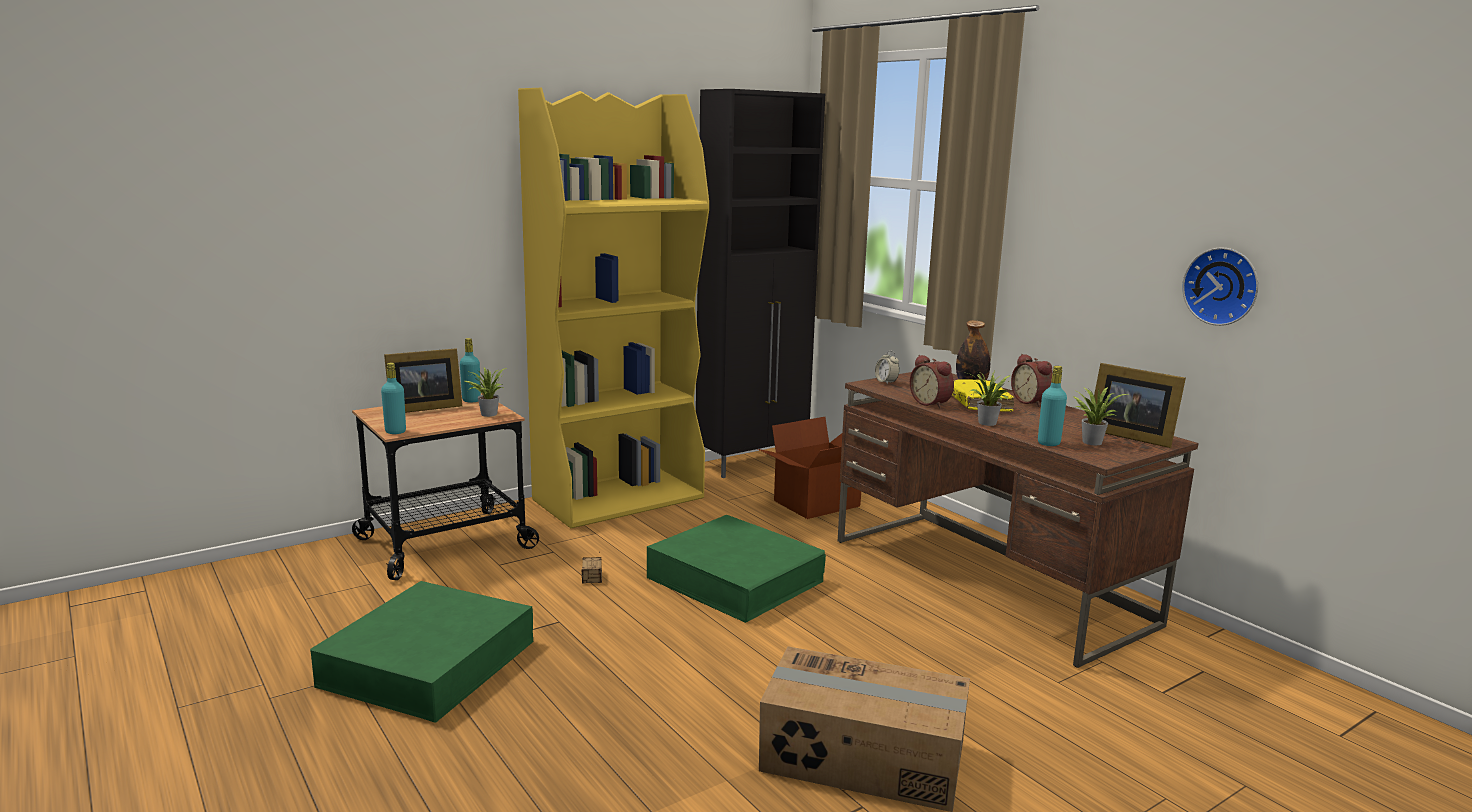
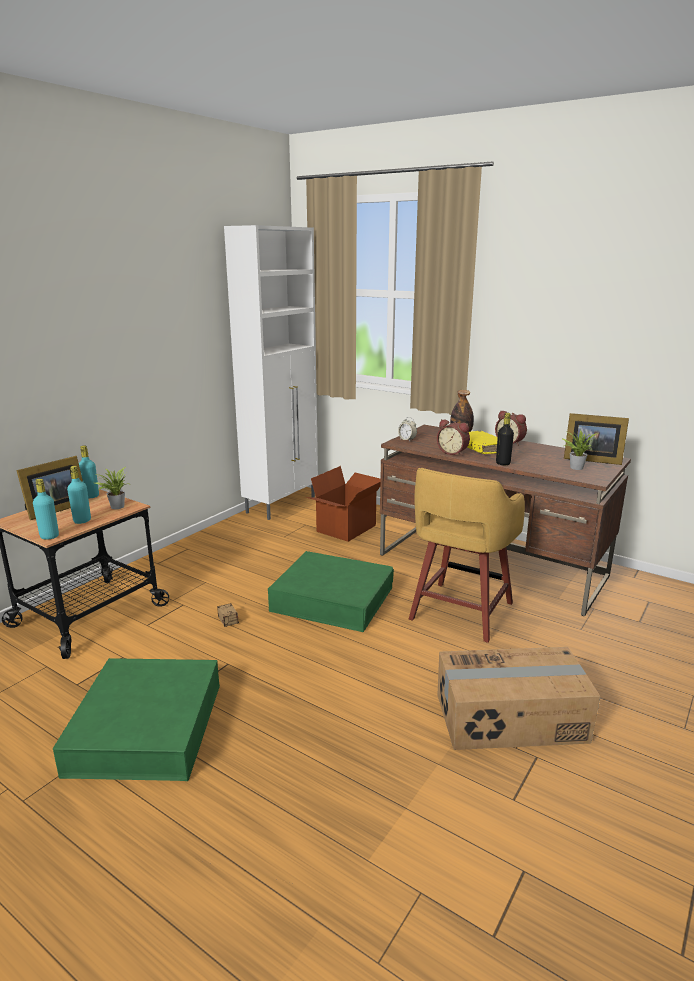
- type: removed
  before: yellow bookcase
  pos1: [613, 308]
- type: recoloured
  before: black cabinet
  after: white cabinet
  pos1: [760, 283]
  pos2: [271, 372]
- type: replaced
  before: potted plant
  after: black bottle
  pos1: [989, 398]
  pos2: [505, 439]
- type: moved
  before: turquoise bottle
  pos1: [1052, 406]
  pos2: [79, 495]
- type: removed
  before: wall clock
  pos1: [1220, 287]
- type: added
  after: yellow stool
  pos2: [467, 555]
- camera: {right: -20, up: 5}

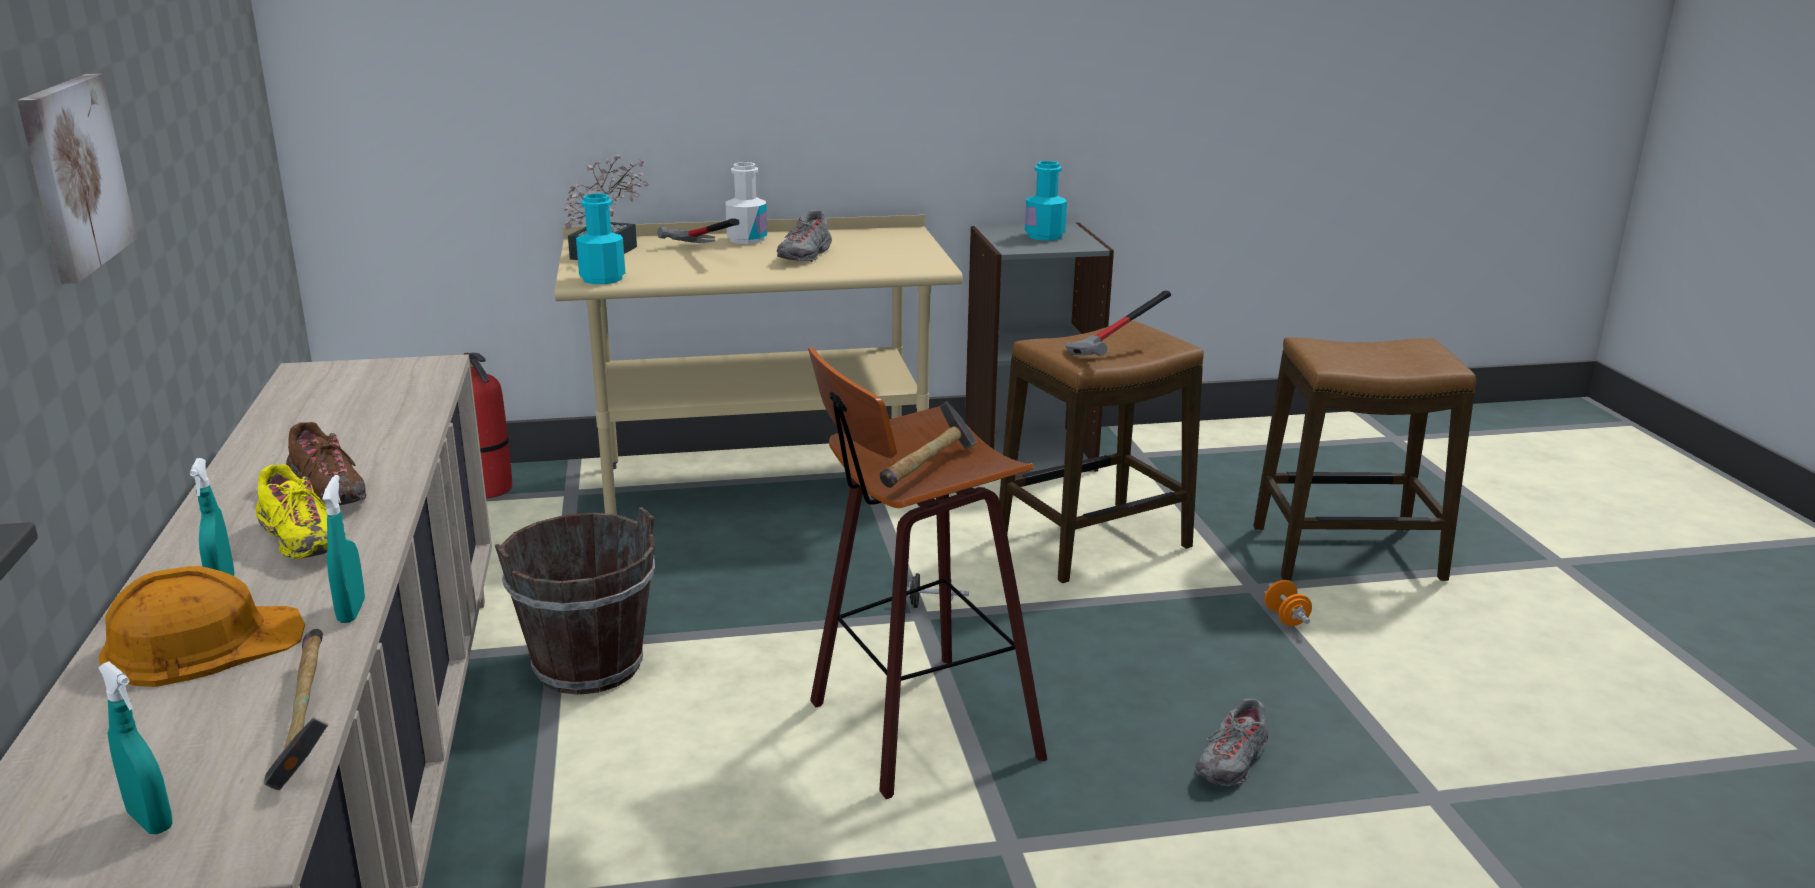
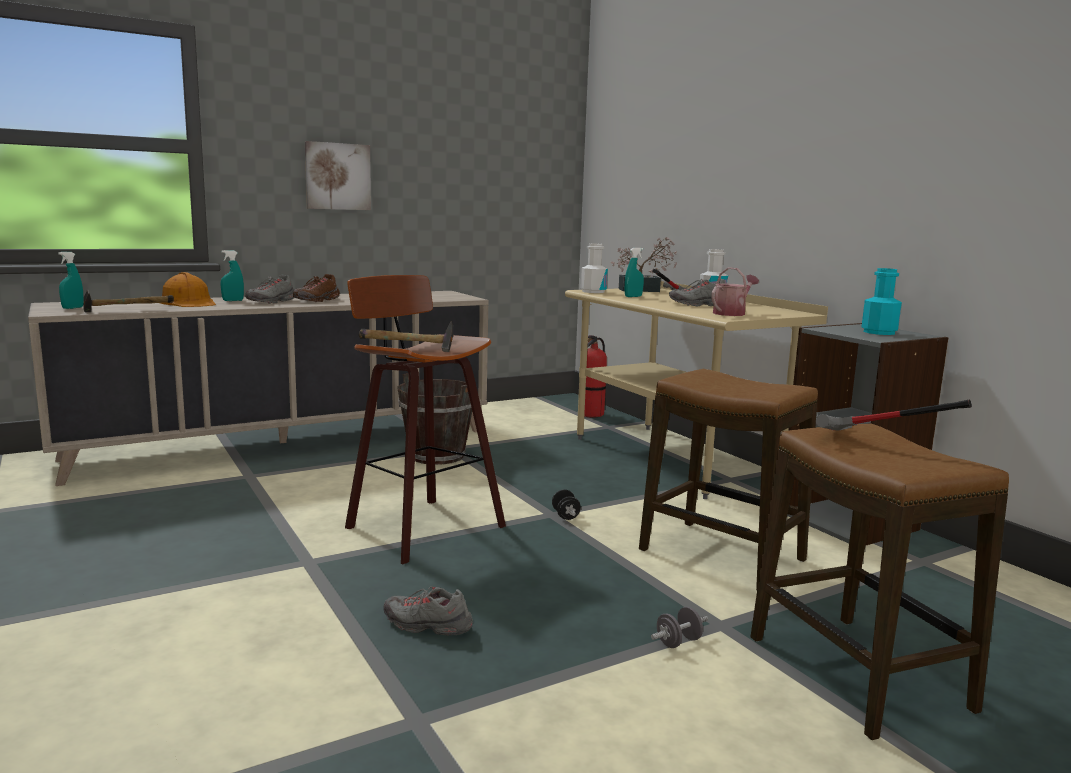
- type: recoloured
  before: yellow shoe
  after: grey shoe
  pos1: [292, 511]
  pos2: [269, 289]
- type: moved
  before: turquoise spray bottle
  pos1: [343, 549]
  pos2: [634, 272]
- type: recoloured
  before: turquoise bottle
  after: white bottle
  pos1: [601, 238]
  pos2: [594, 268]
- type: moved
  before: hammer
  pos1: [1118, 323]
  pos2: [894, 415]
- type: recoloured
  before: orange dumbbell
  after: grey dumbbell
  pos1: [1288, 603]
  pos2: [679, 627]
- type: added
  after: watering can
  pos2: [735, 291]
- camera: {right: 70, up: -10}

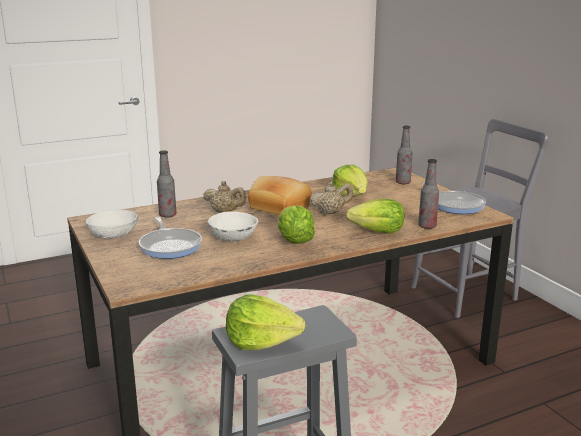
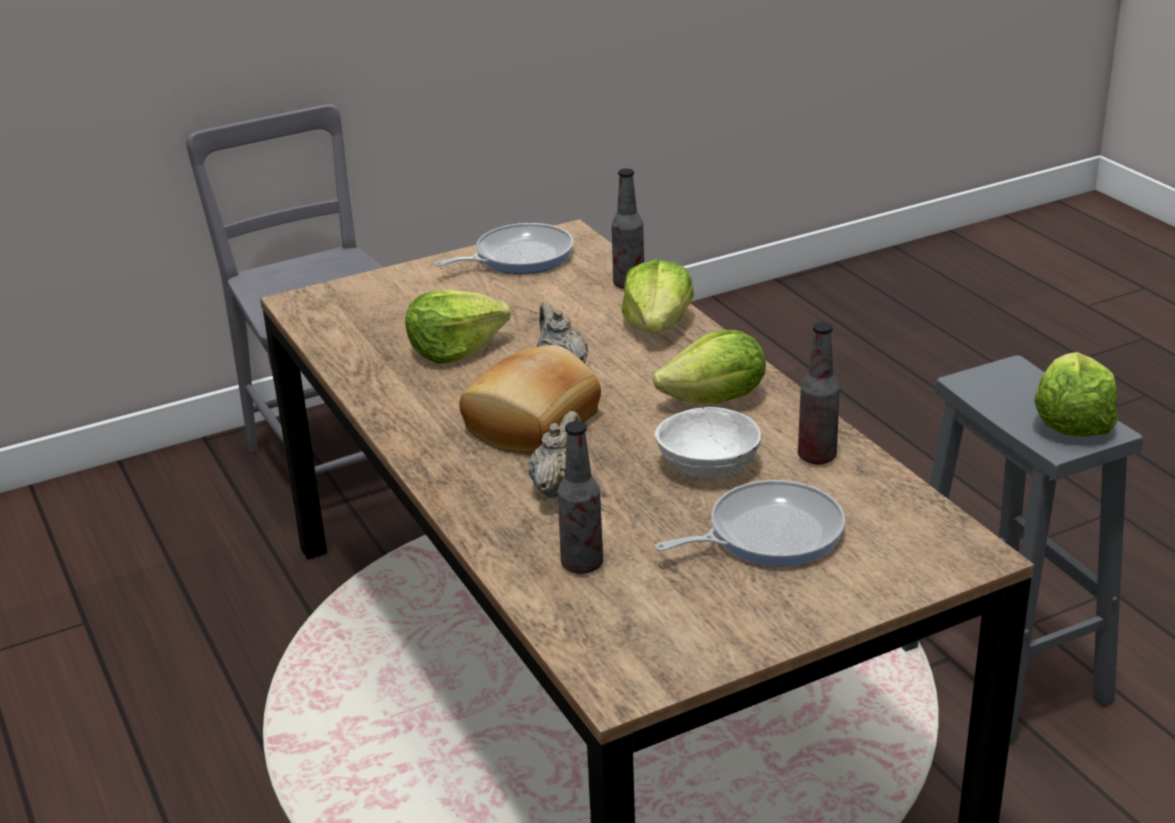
- type: removed
  before: white bowl
  pos1: [112, 224]
- type: moved
  before: bottle
  pos1: [404, 155]
  pos2: [819, 393]
- camera: {right: -90, up: 10}

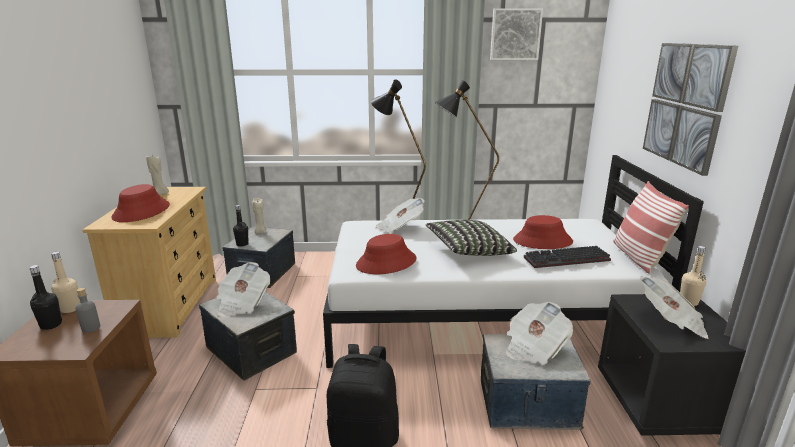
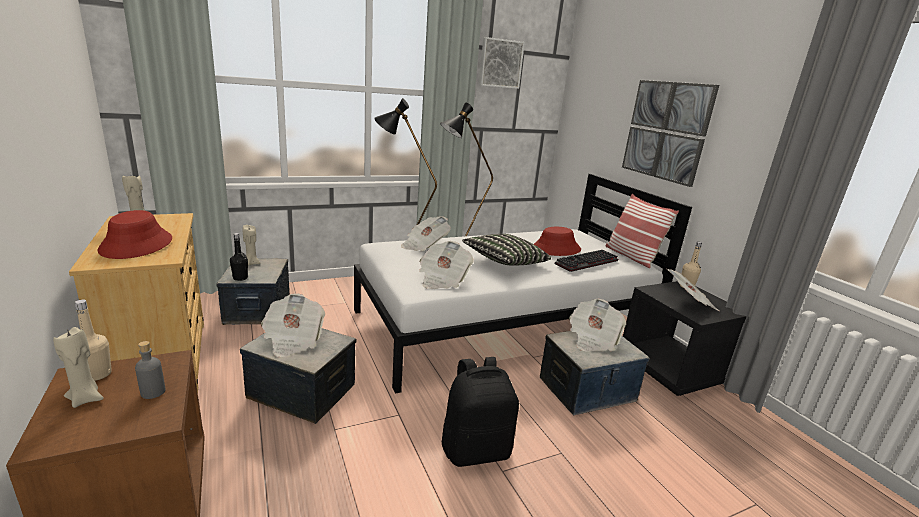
- type: replaced
  before: black bottle
  after: beige candle
  pos1: [45, 297]
  pos2: [78, 367]
- type: replaced
  before: red hat
  after: newspaper
  pos1: [386, 254]
  pos2: [446, 265]
- camera: {right: -25, up: 0}

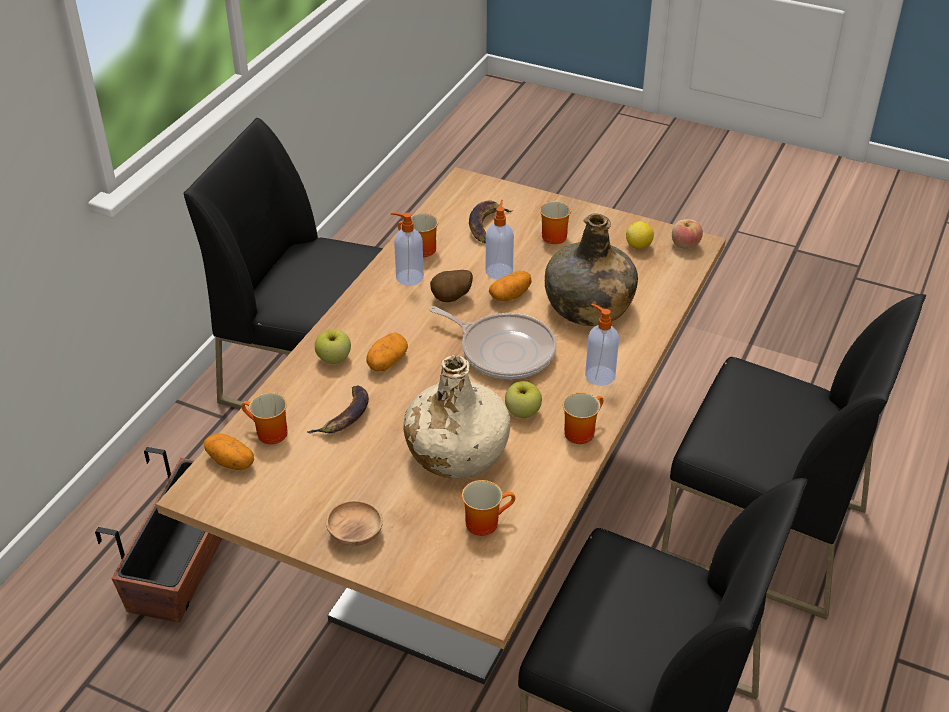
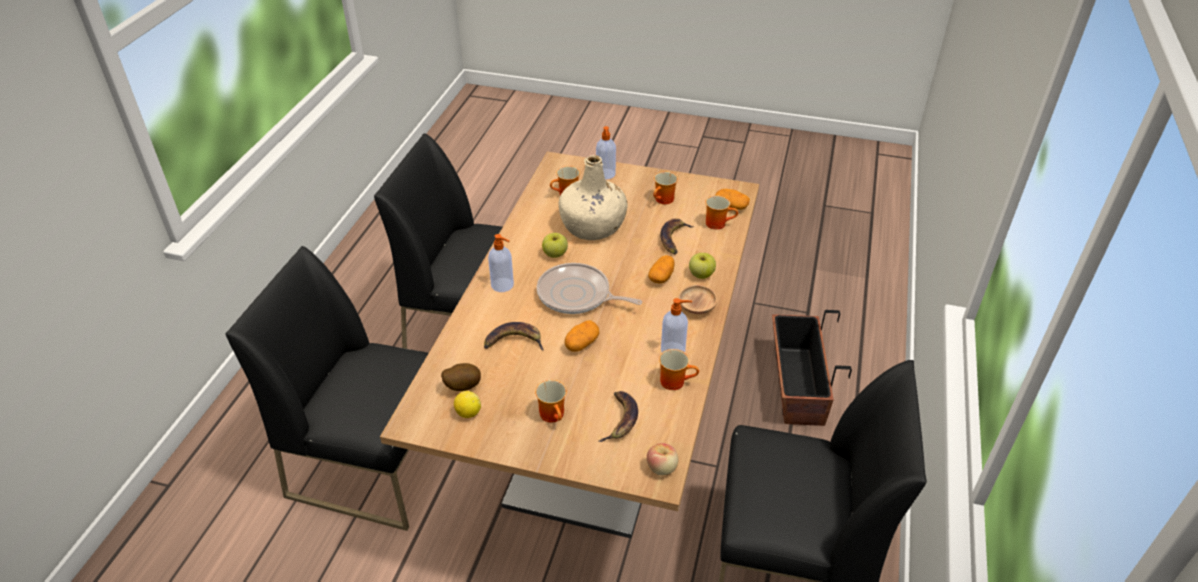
- type: moved
  before: brown bowl
  pos1: [354, 523]
  pos2: [698, 299]
- type: moved
  before: potato
  pos1: [451, 286]
  pos2: [461, 377]
- type: moved
  before: soap dispenser
  pos1: [500, 240]
  pos2: [606, 153]
- type: replaced
  before: green bottle
  after: banana
  pos1: [591, 269]
  pos2: [514, 336]
- type: moved
  before: mug
  pos1: [582, 418]
  pos2: [665, 187]
- type: moved
  before: apple
  pos1: [687, 234]
  pos2: [662, 459]
- camera: {right: 170, up: 0}

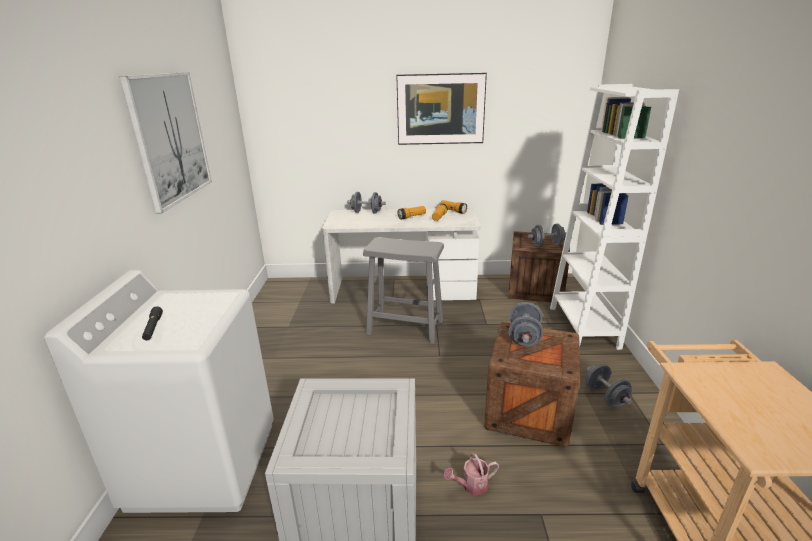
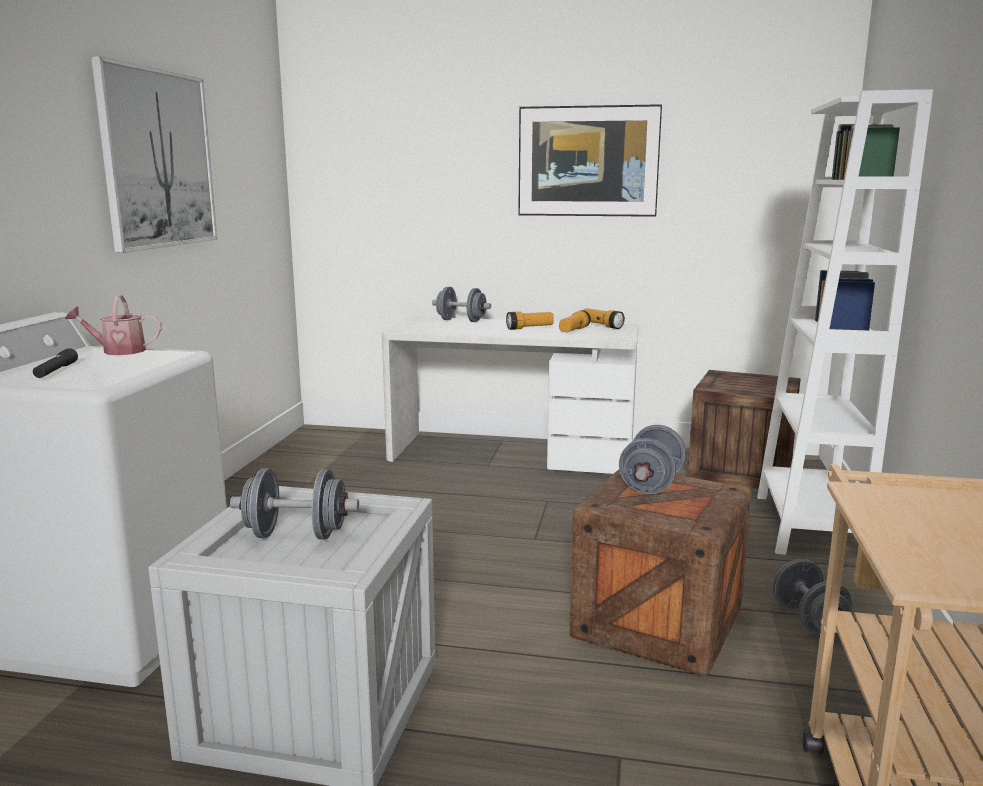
- type: removed
  before: grey stool
  pos1: [403, 290]
- type: moved
  before: watering can
  pos1: [471, 474]
  pos2: [113, 325]
- type: moved
  before: grey dumbbell
  pos1: [547, 235]
  pos2: [294, 503]
- camera: {right: 10, up: -10}

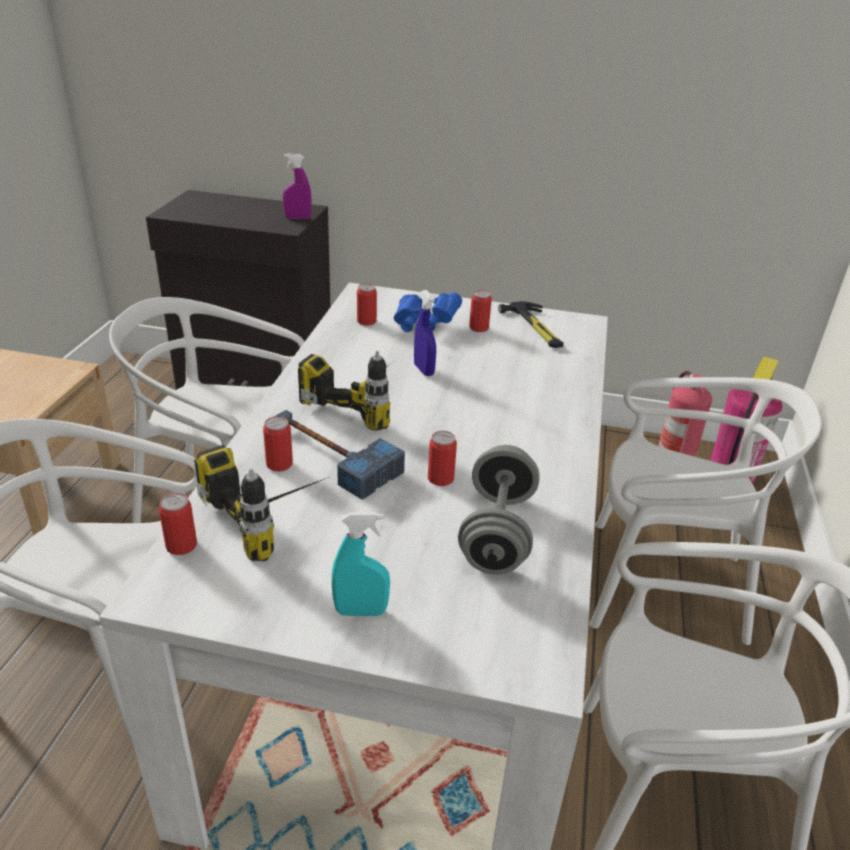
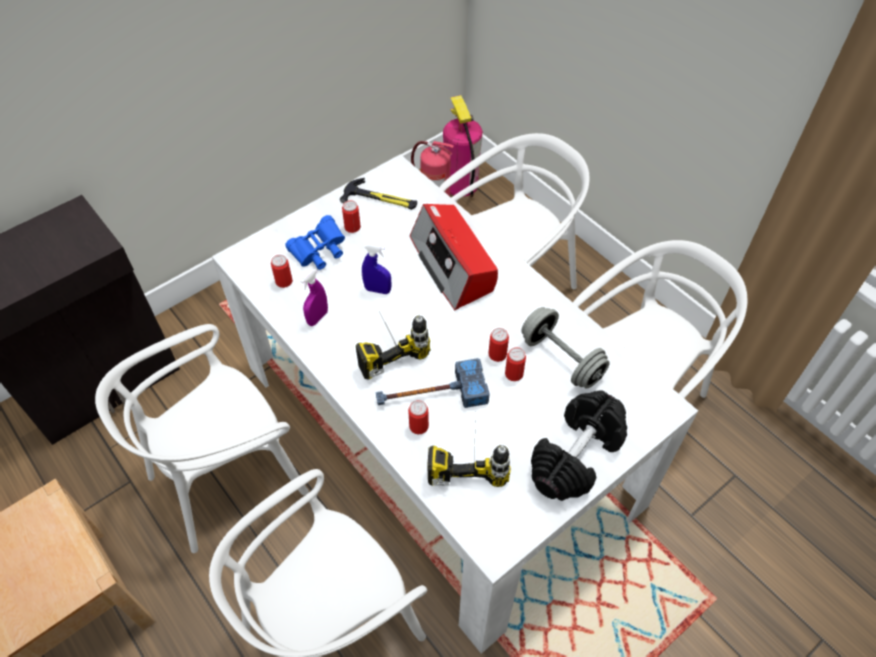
- type: moved
  before: can
  pos1: [178, 524]
  pos2: [515, 364]
- type: moved
  before: purple spray bottle
  pos1: [297, 186]
  pos2: [314, 297]
- type: replaced
  before: turquoise spray bottle
  after: black dumbbell
  pos1: [361, 564]
  pos2: [579, 445]
- type: added
  after: radio
  pos2: [454, 257]
- camera: {right: -50, up: 20}

